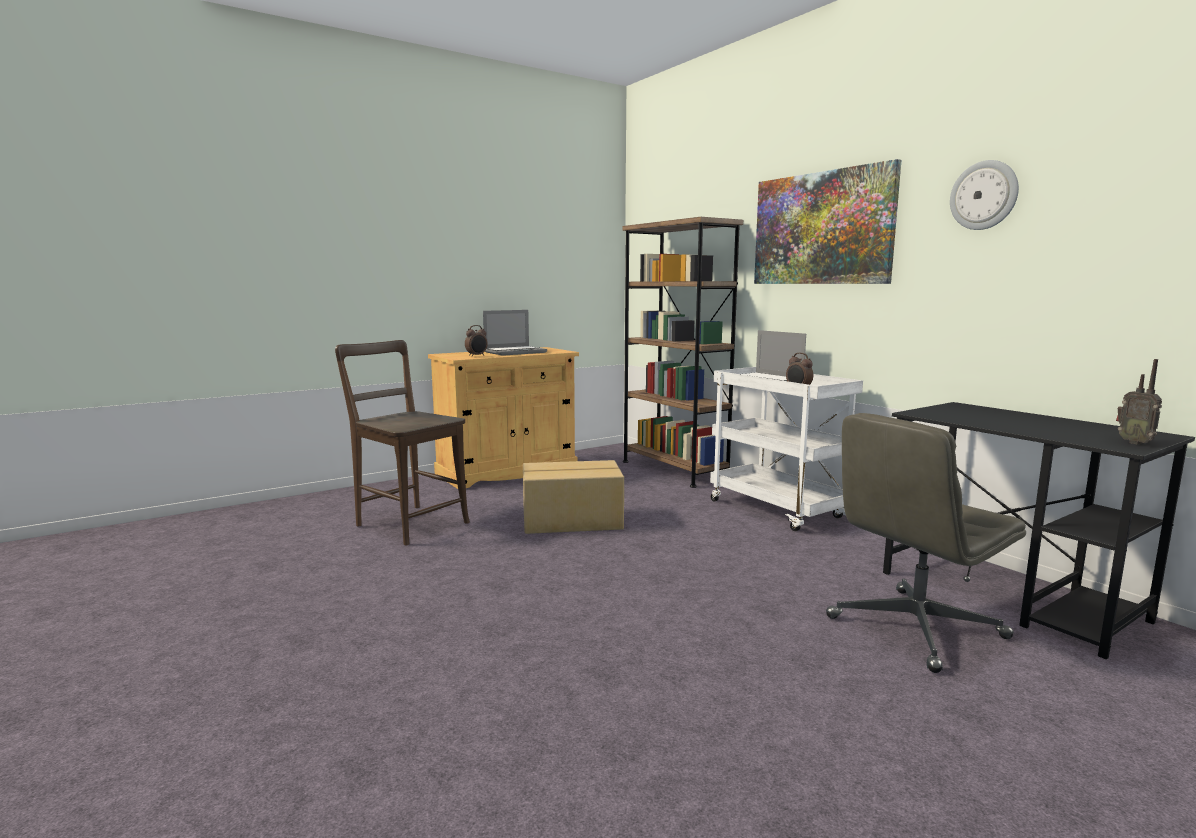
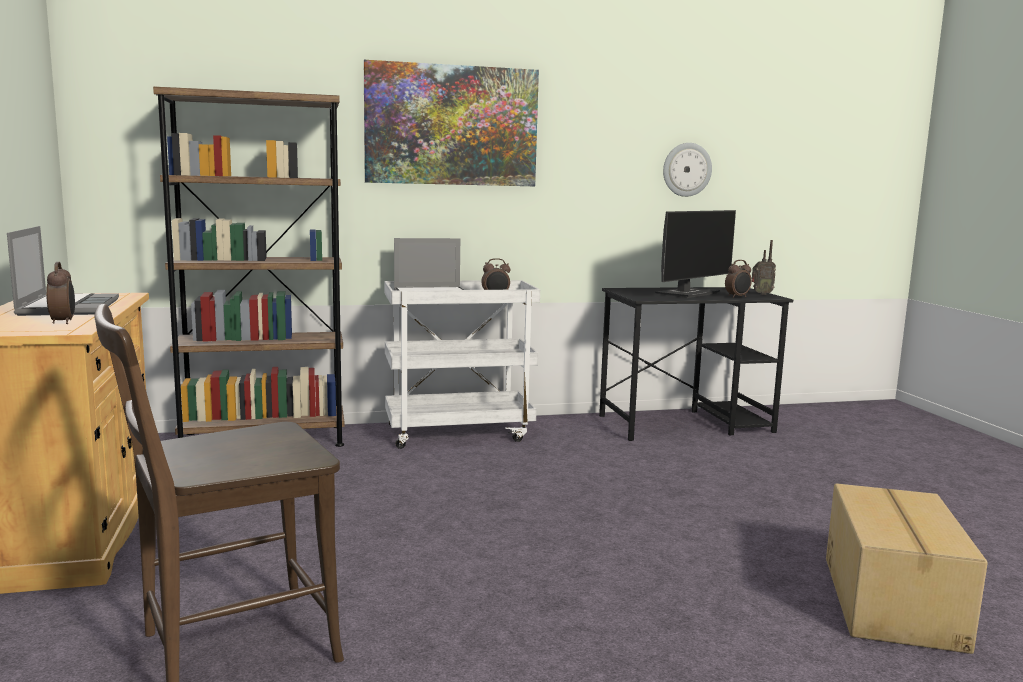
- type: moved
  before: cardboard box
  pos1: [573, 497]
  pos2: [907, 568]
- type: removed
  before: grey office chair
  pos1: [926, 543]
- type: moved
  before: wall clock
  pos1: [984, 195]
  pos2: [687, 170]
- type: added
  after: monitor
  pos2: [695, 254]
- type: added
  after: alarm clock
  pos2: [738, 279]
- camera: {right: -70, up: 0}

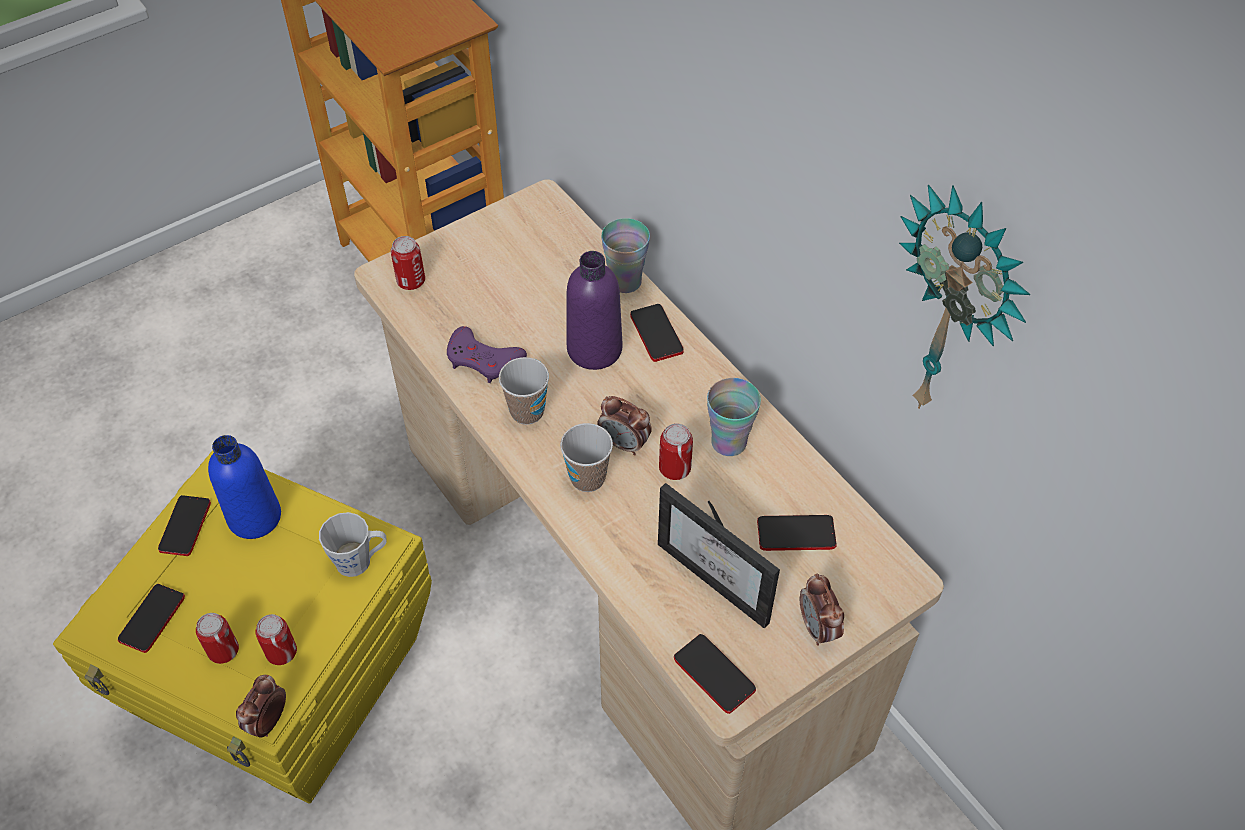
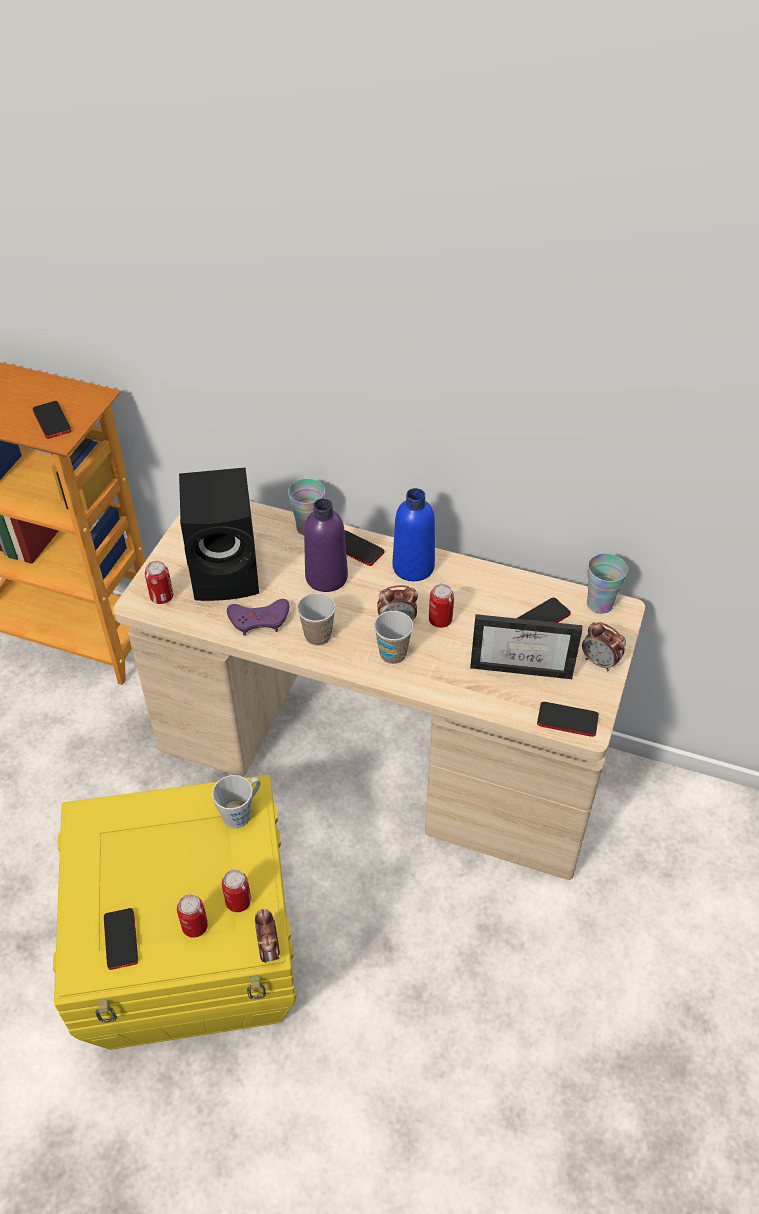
- type: moved
  before: phone
  pos1: [184, 525]
  pos2: [52, 420]
- type: moved
  before: blue bottle
  pos1: [244, 487]
  pos2: [413, 534]
- type: moved
  before: cup
  pos1: [734, 417]
  pos2: [607, 584]
- type: removed
  before: wall clock
  pos1: [964, 297]
- type: added
  after: black speaker
  pos2: [219, 534]
- camera: {right: -35, up: -5}

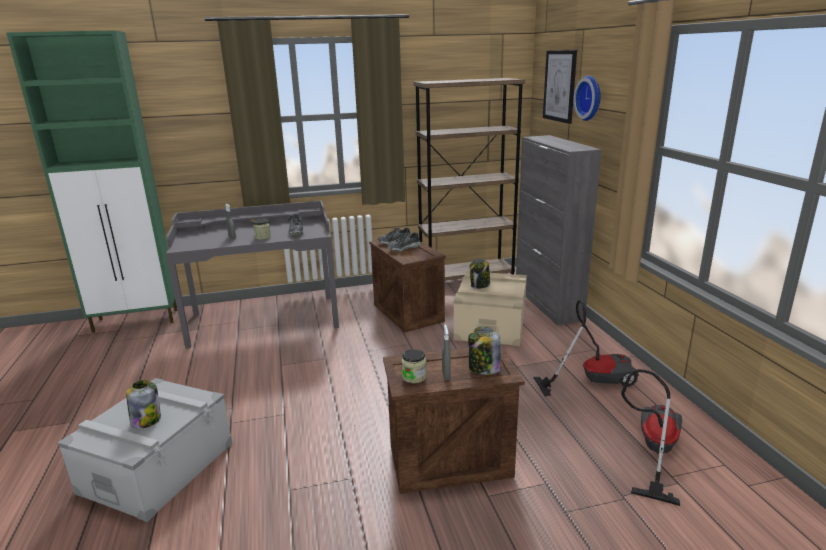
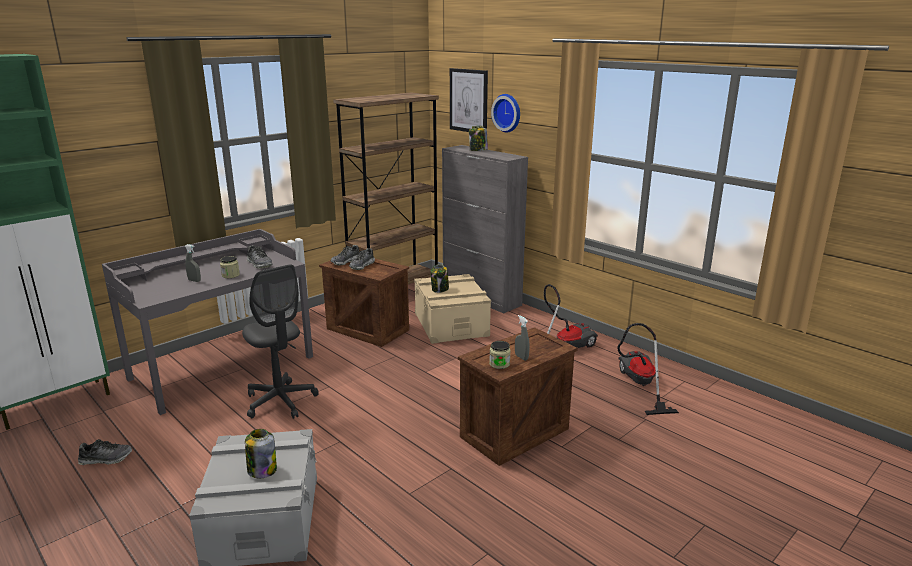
- type: moved
  before: jar
  pos1: [484, 351]
  pos2: [478, 138]
- type: added
  after: shoe
  pos2: [105, 452]
- type: added
  after: grey office chair
  pos2: [280, 341]
- camera: {right: -30, up: 0}

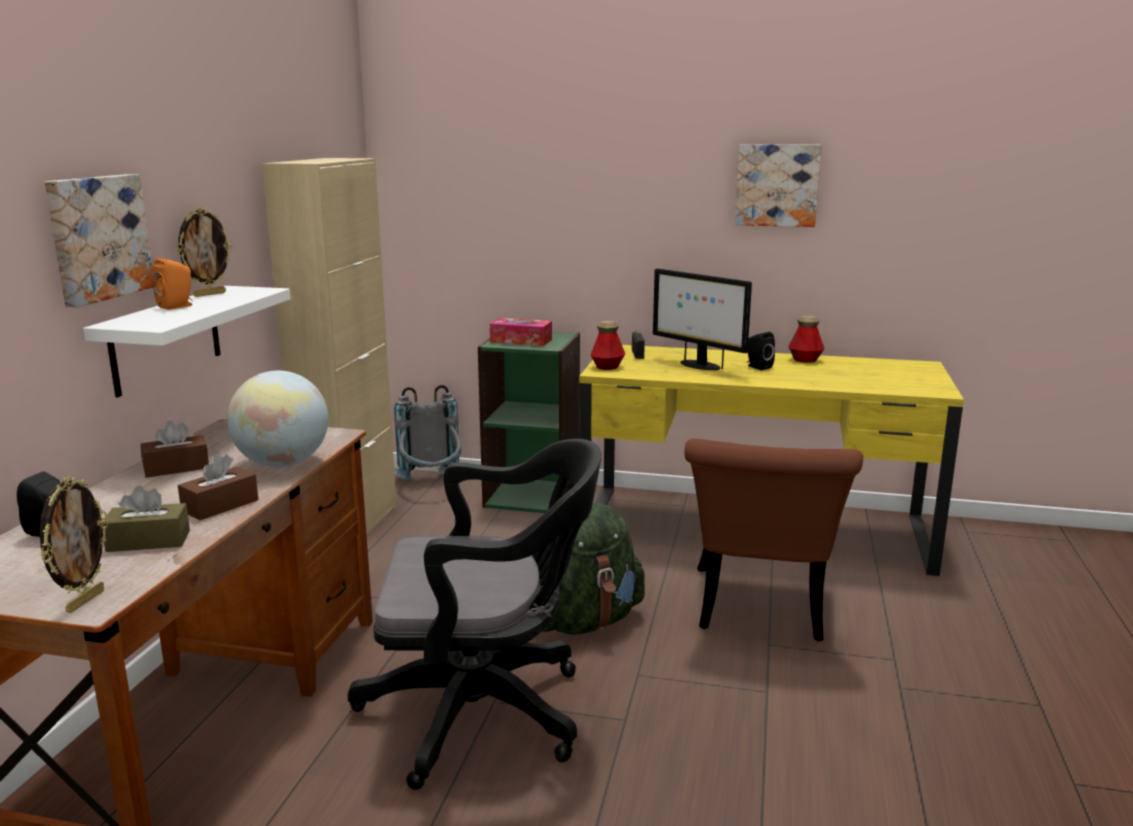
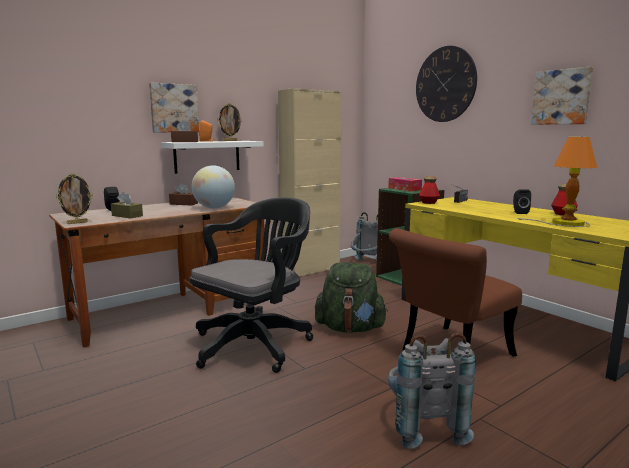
- type: moved
  before: brown tissue box
  pos1: [218, 487]
  pos2: [184, 131]
- type: turned
  before: black office chair
  pos1: [475, 614]
  pos2: [251, 285]
  turn: -90
- type: removed
  before: monitor
  pos1: [702, 319]
- type: added
  after: grey backpack
  pos2: [432, 391]
- type: added
  after: wall clock
  pos2: [446, 84]
- type: added
  after: table lamp
  pos2: [557, 182]
- camera: {right: 40, up: -5}

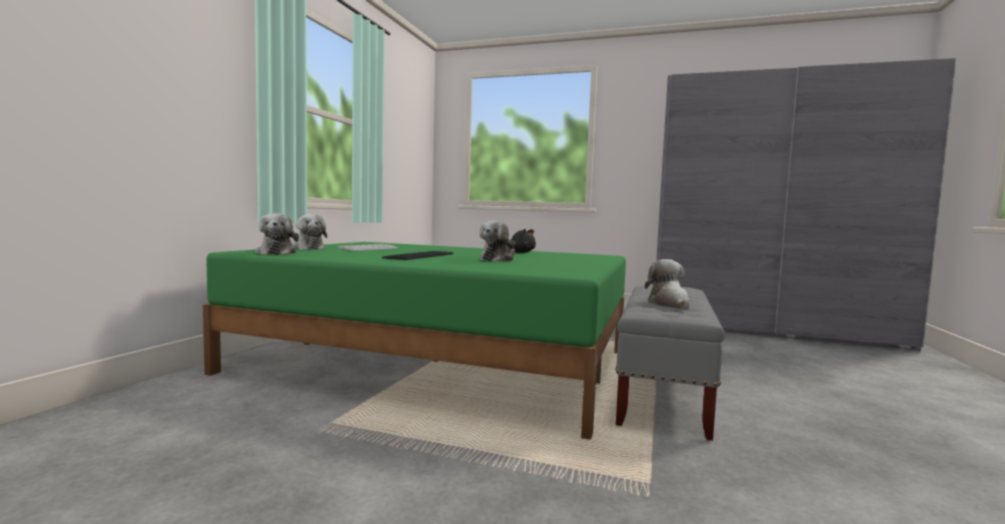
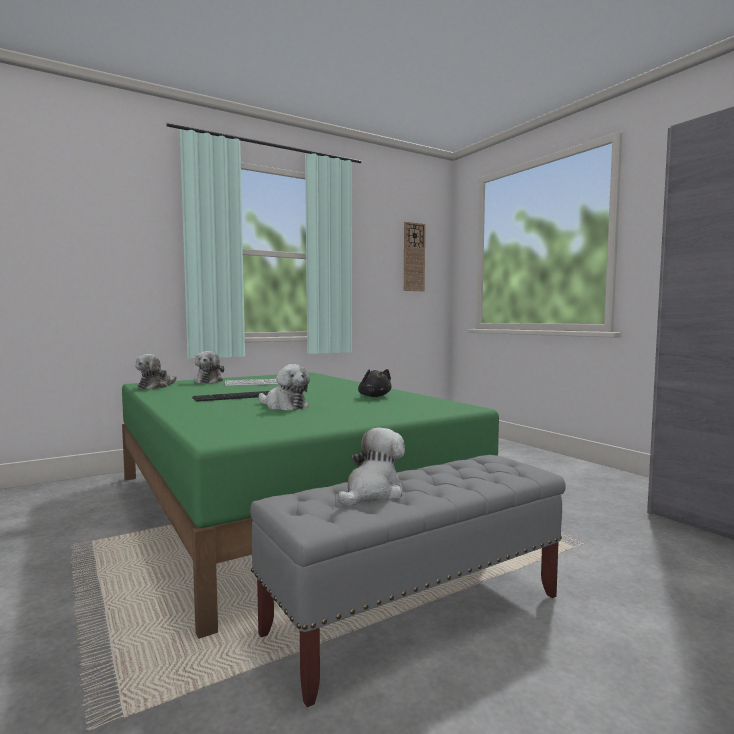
- type: turned
  before: plush toy
  pos1: [497, 241]
  pos2: [284, 387]
  turn: -120
- type: added
  after: wall clock
  pos2: [414, 256]
- camera: {right: 40, up: 0}

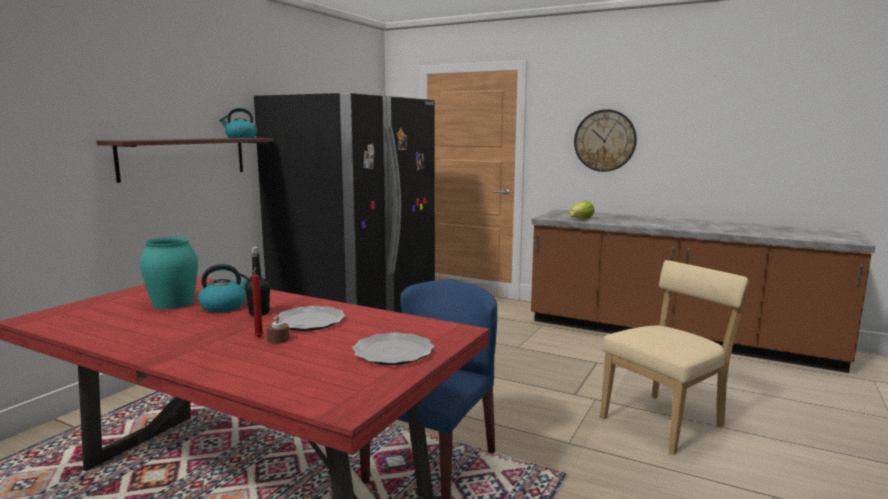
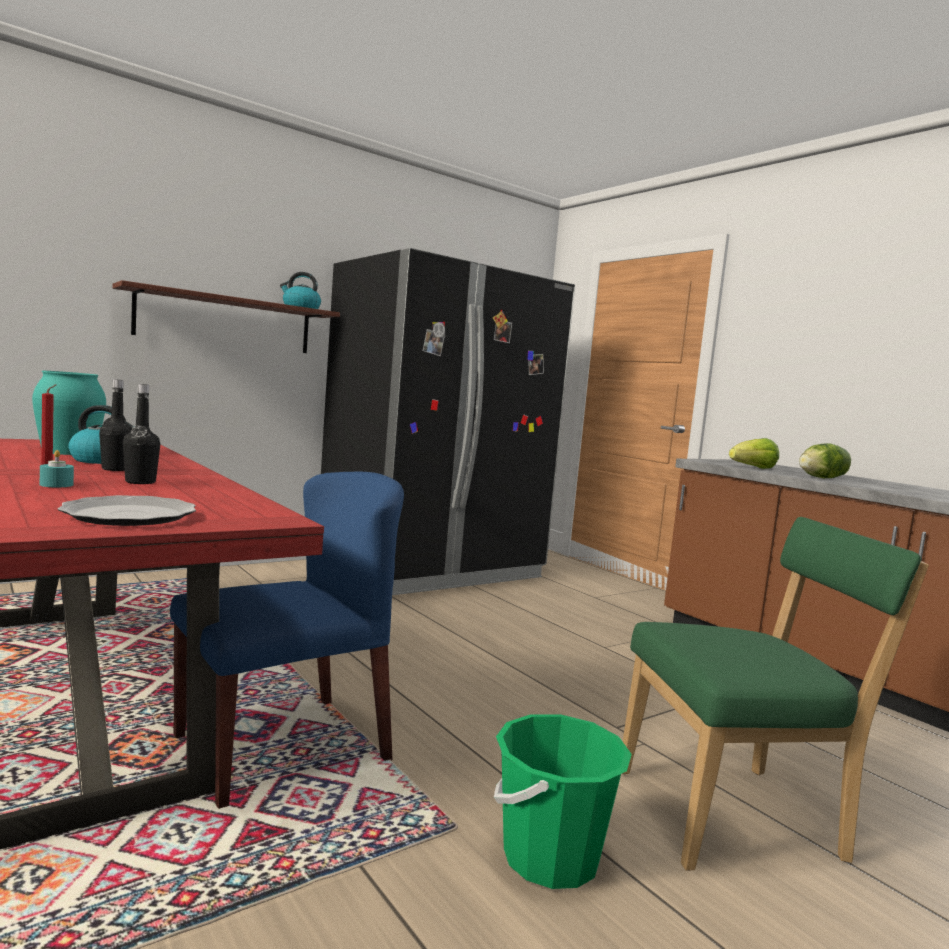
- type: recoloured
  before: brown candle
  after: turquoise candle
  pos1: [277, 329]
  pos2: [57, 468]
- type: replaced
  before: plate
  after: black bottle
  pos1: [309, 318]
  pos2: [141, 434]
- type: removed
  before: wall clock
  pos1: [605, 140]
- type: recoloured
  before: beige chair
  after: green chair
  pos1: [674, 357]
  pos2: [775, 694]
- type: added
  after: green bucket
  pos2: [563, 801]
- type: added
  after: lettuce
  pos2: [825, 460]
- camera: {right: 25, up: -5}

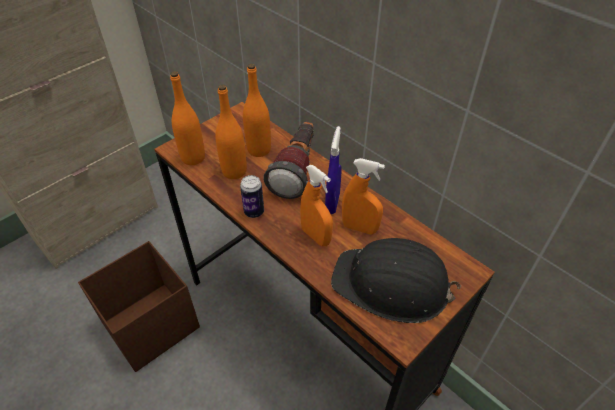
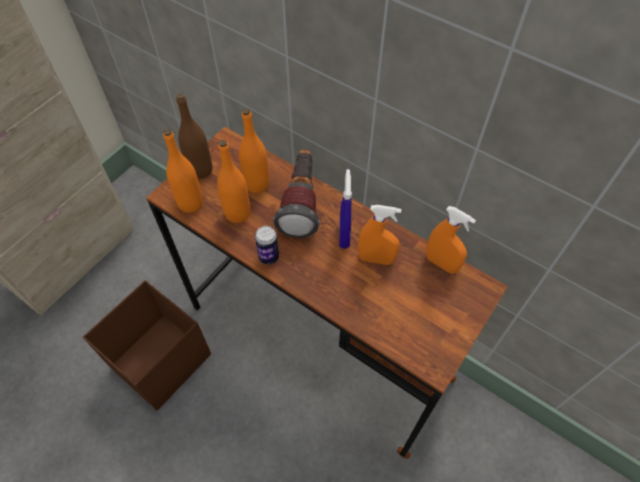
- type: moved
  before: orange spray bottle
  pos1: [316, 205]
  pos2: [451, 240]
- type: removed
  before: black hard hat
  pos1: [396, 280]
- type: added
  after: brown bottle
  pos2: [194, 136]
- camera: {right: -10, up: 10}

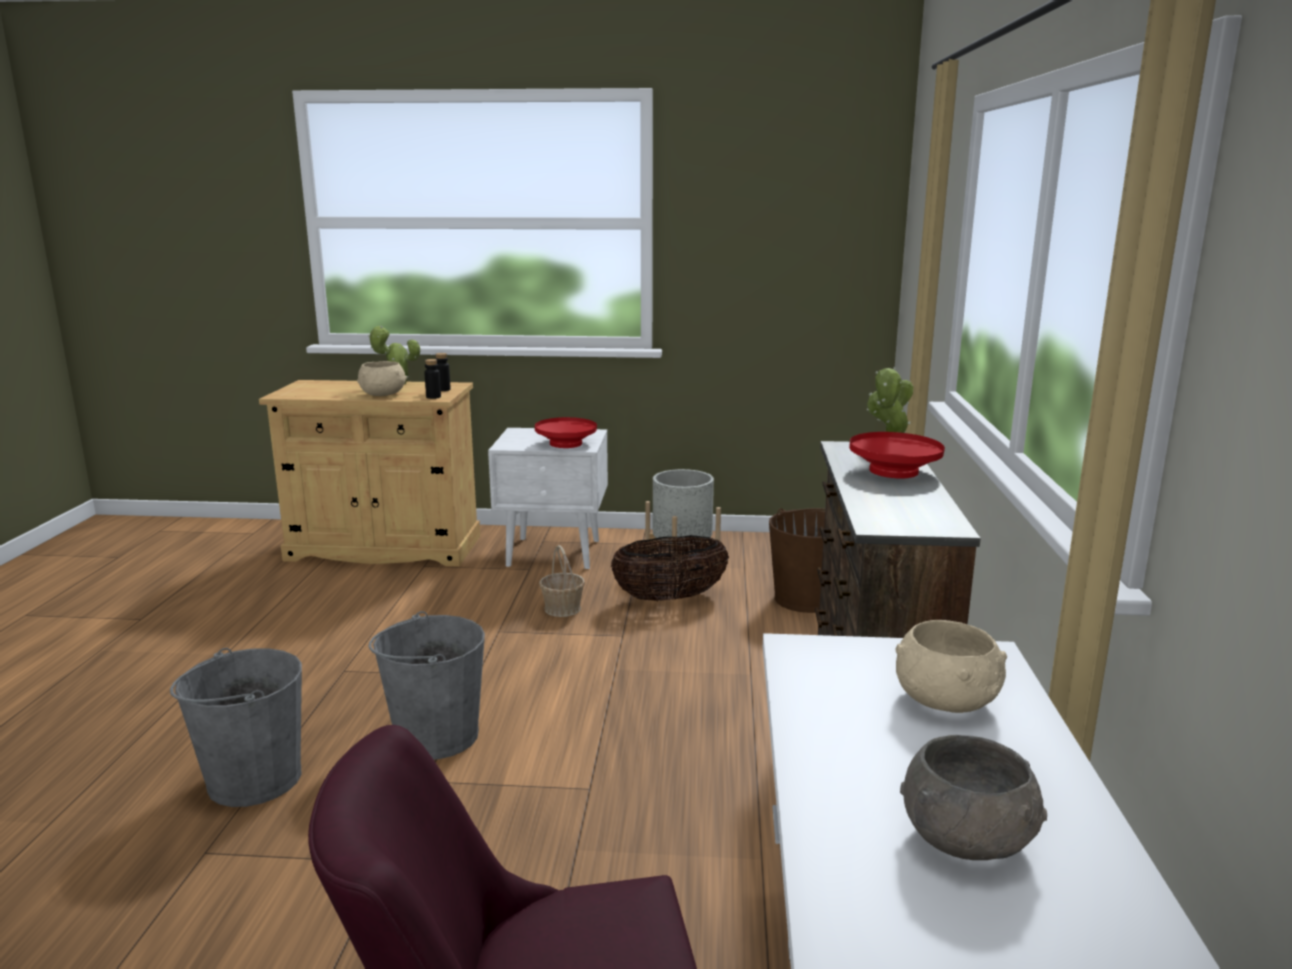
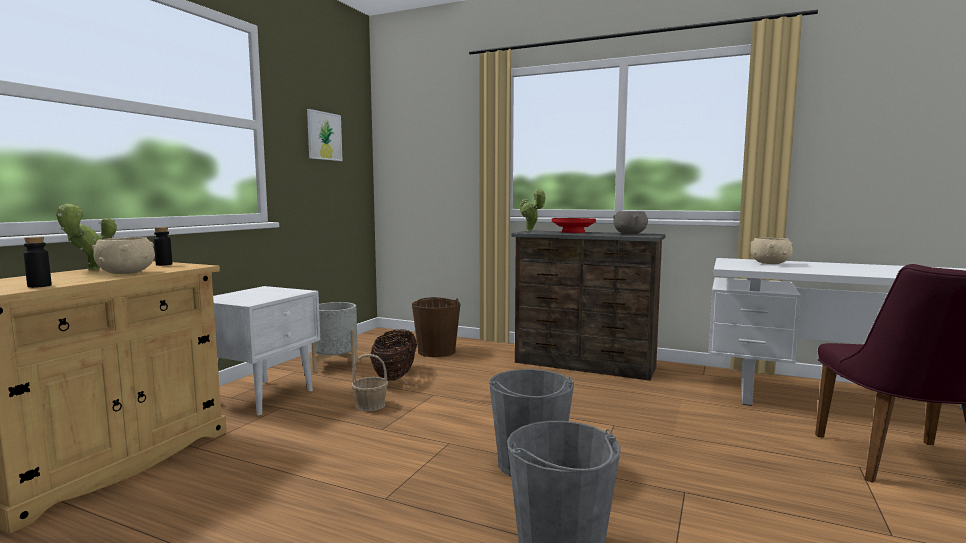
- type: moved
  before: black bottle
  pos1: [432, 379]
  pos2: [38, 262]
- type: removed
  before: red bowl
  pos1: [566, 432]
- type: moved
  before: grey bowl
  pos1: [973, 797]
  pos2: [630, 222]
- type: added
  after: picture
  pos2: [324, 135]
- camera: {right: -70, up: -10}

